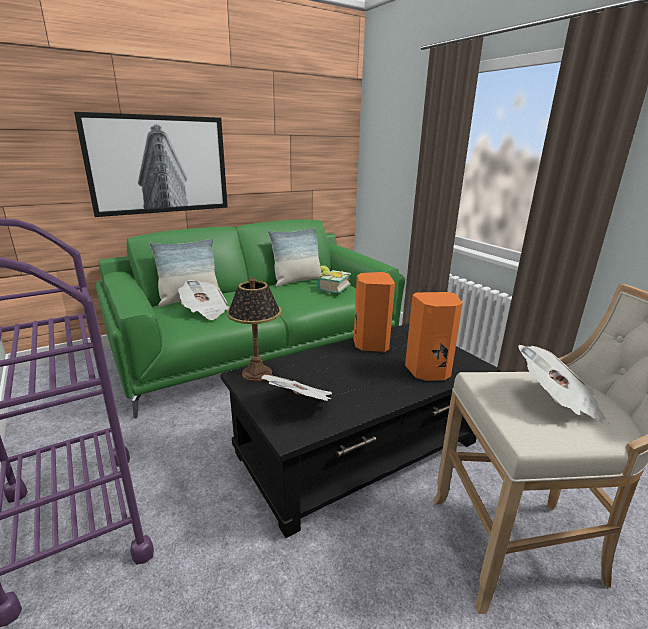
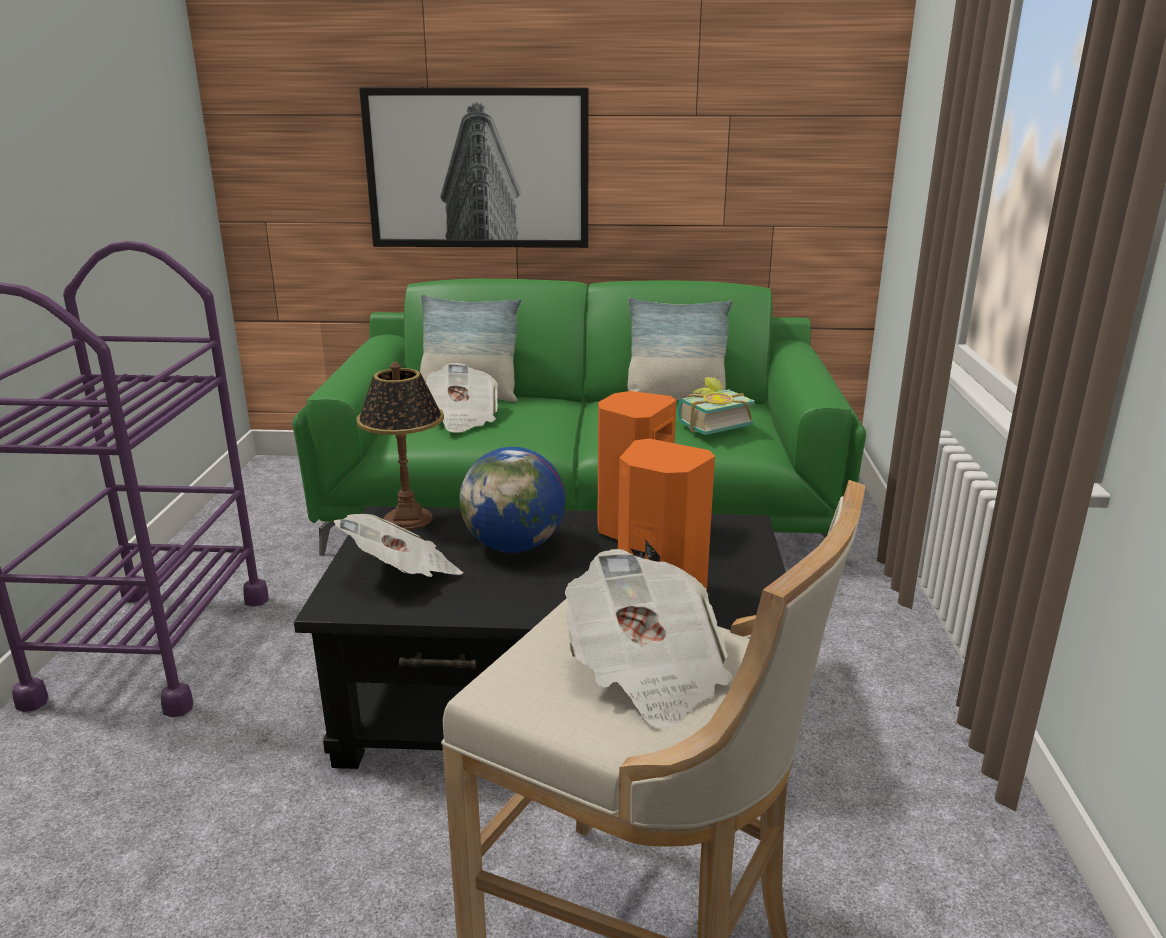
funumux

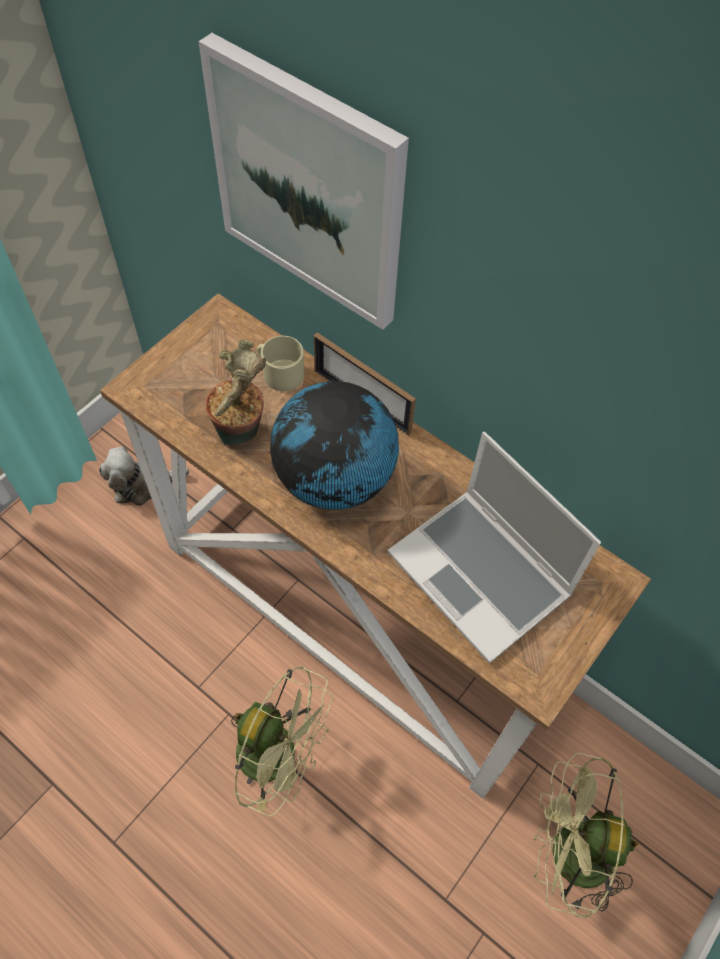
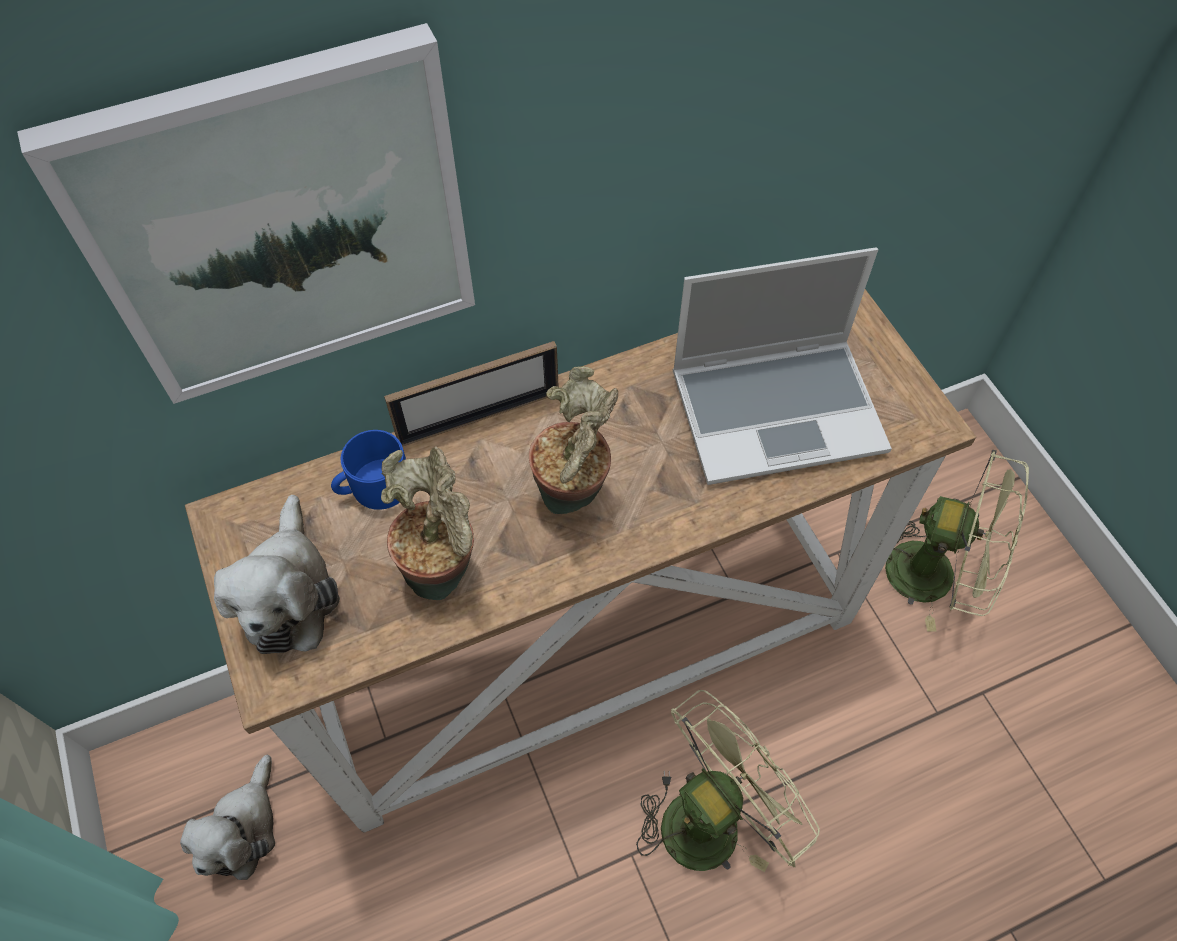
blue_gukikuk
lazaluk (2nd from left)
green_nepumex (2nd from left)
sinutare (2nd from left)

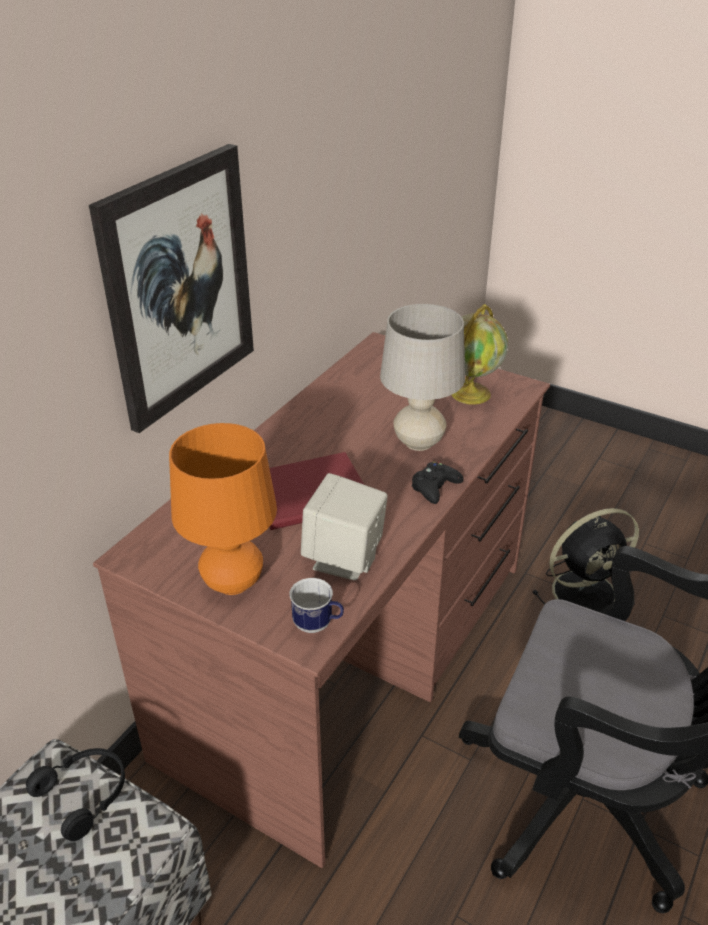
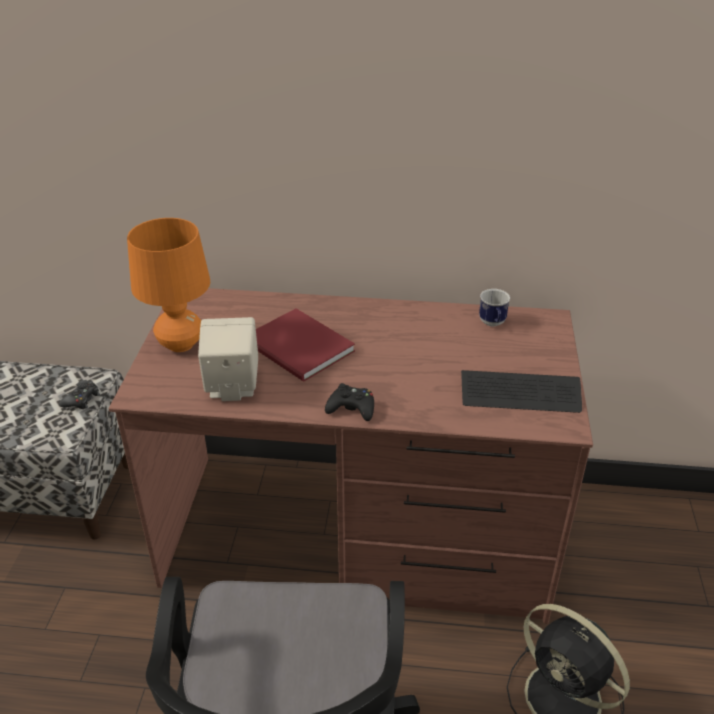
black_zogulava (1st from left)
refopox
gukikuk
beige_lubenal
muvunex

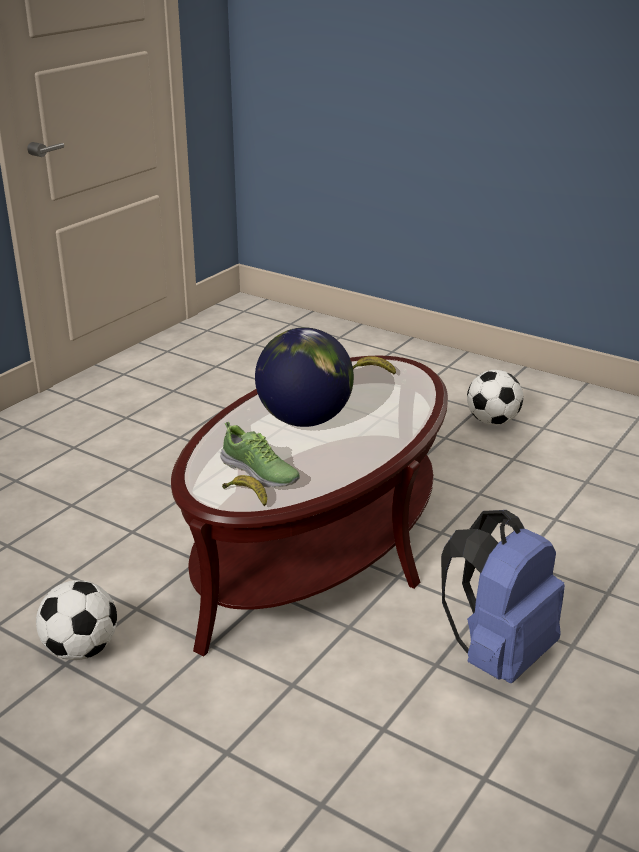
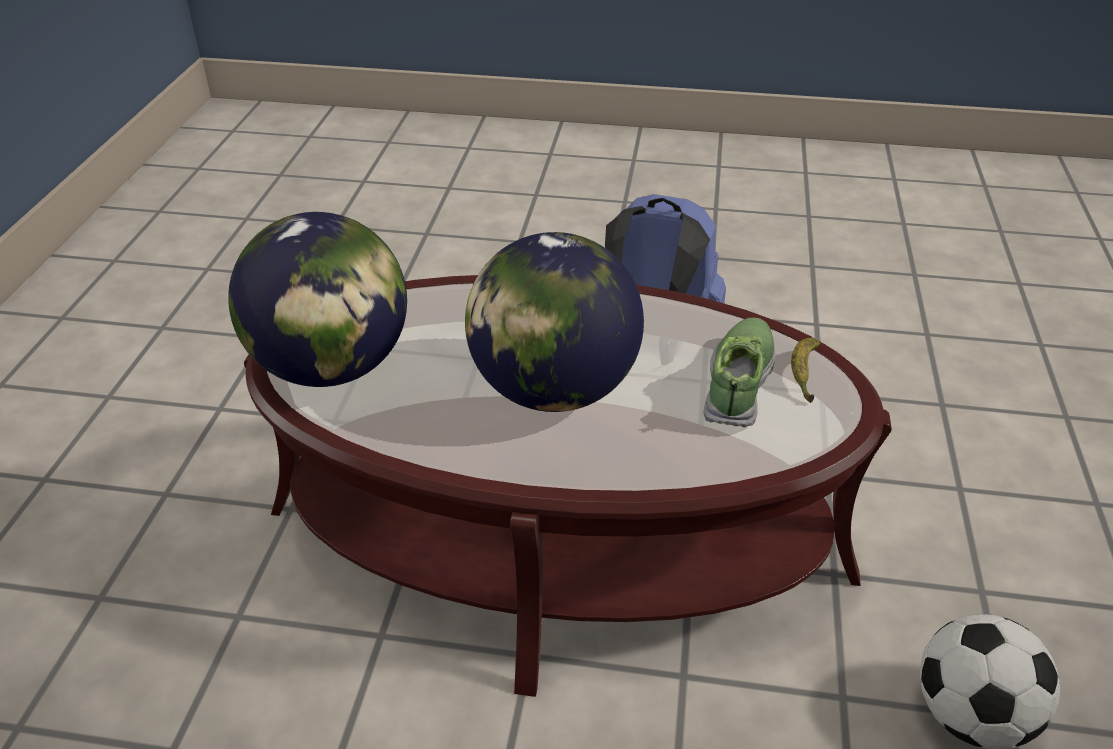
funumux (1st from left)
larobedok (2nd from left in the first image)

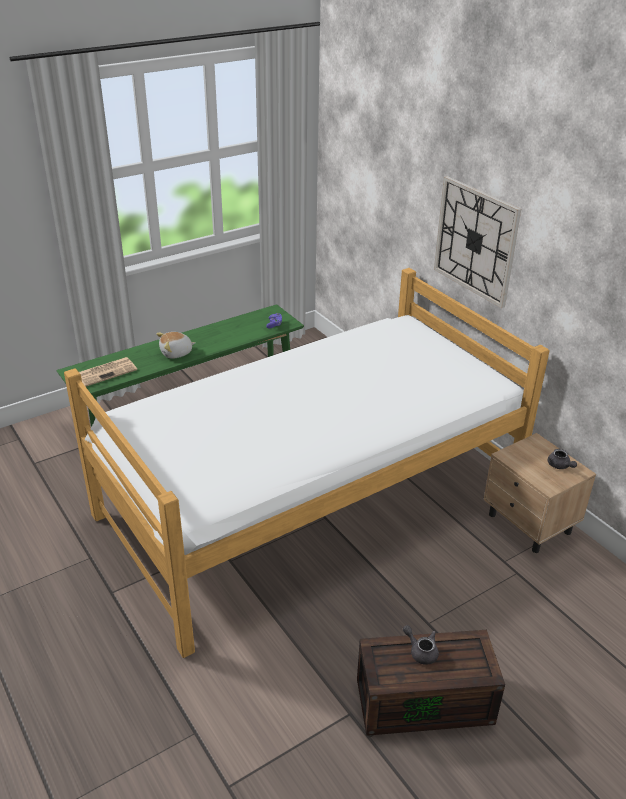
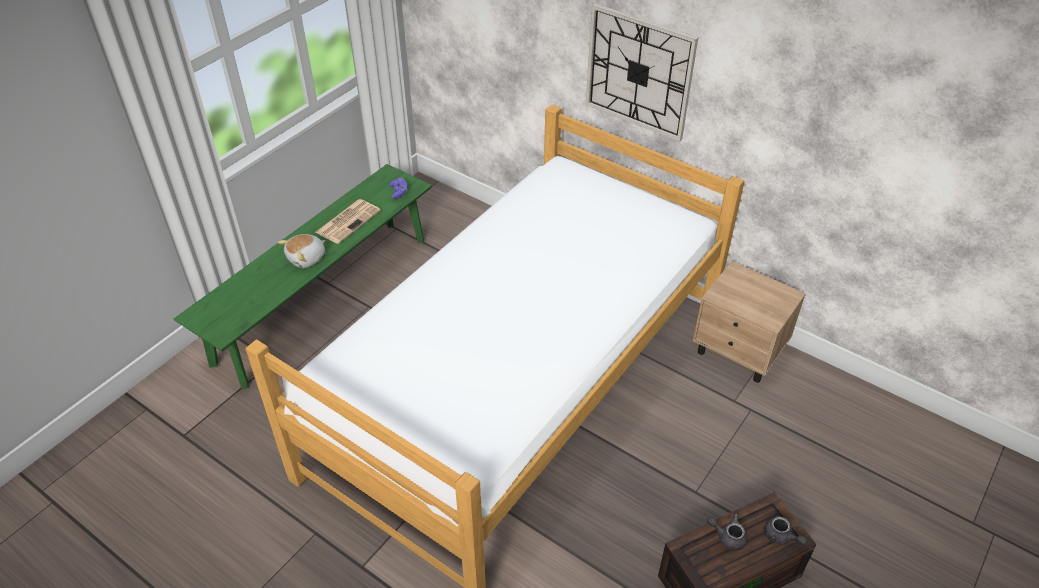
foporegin
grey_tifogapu (2nd from left)

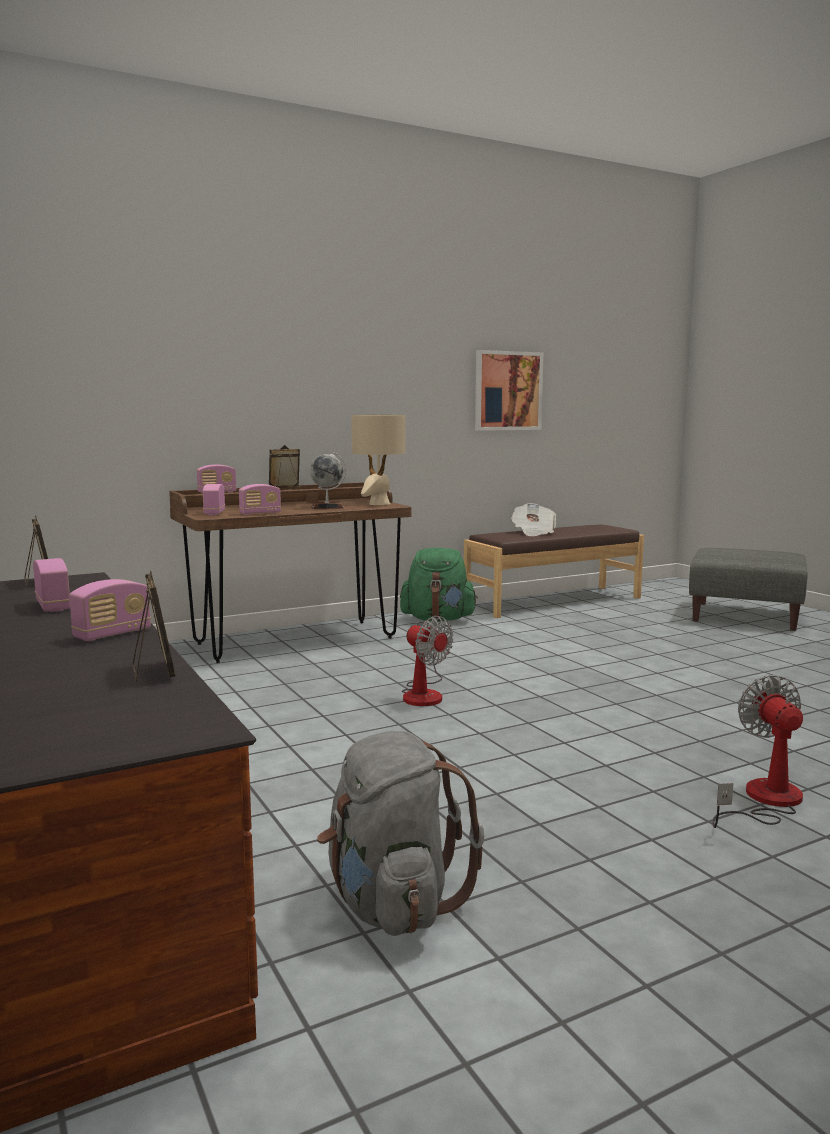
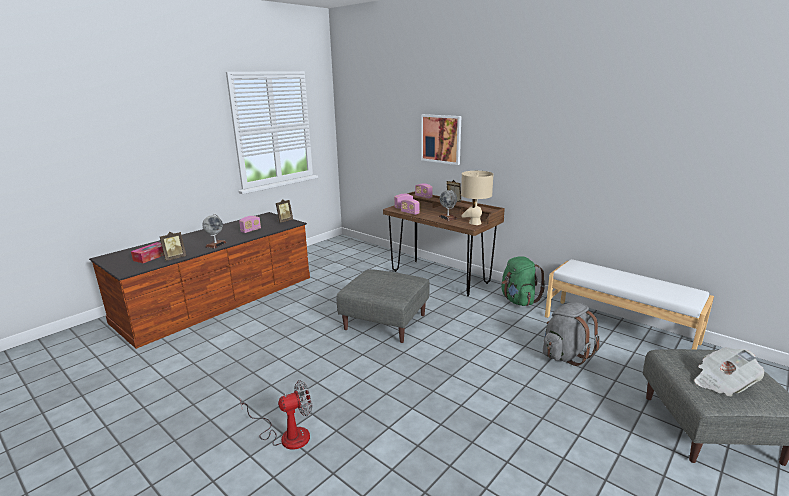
funumux (1st from left)
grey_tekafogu
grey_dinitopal (1st from left)
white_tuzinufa
refopox
foporegin
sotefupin

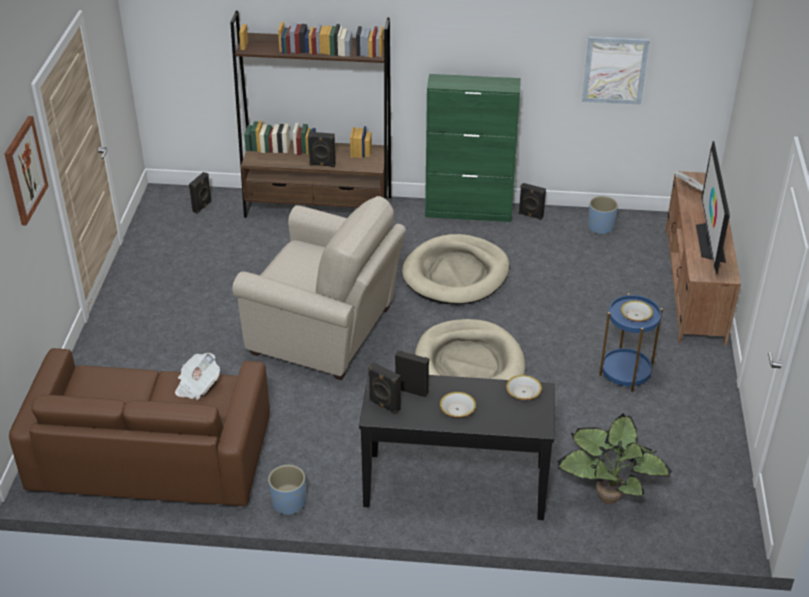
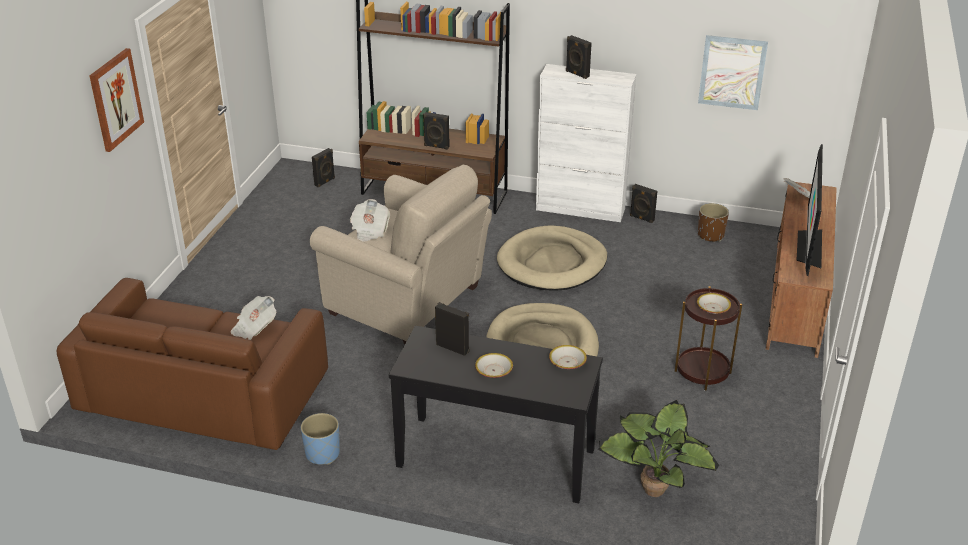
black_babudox (4th from left)
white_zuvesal
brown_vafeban
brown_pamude
foporegin (2nd from left)

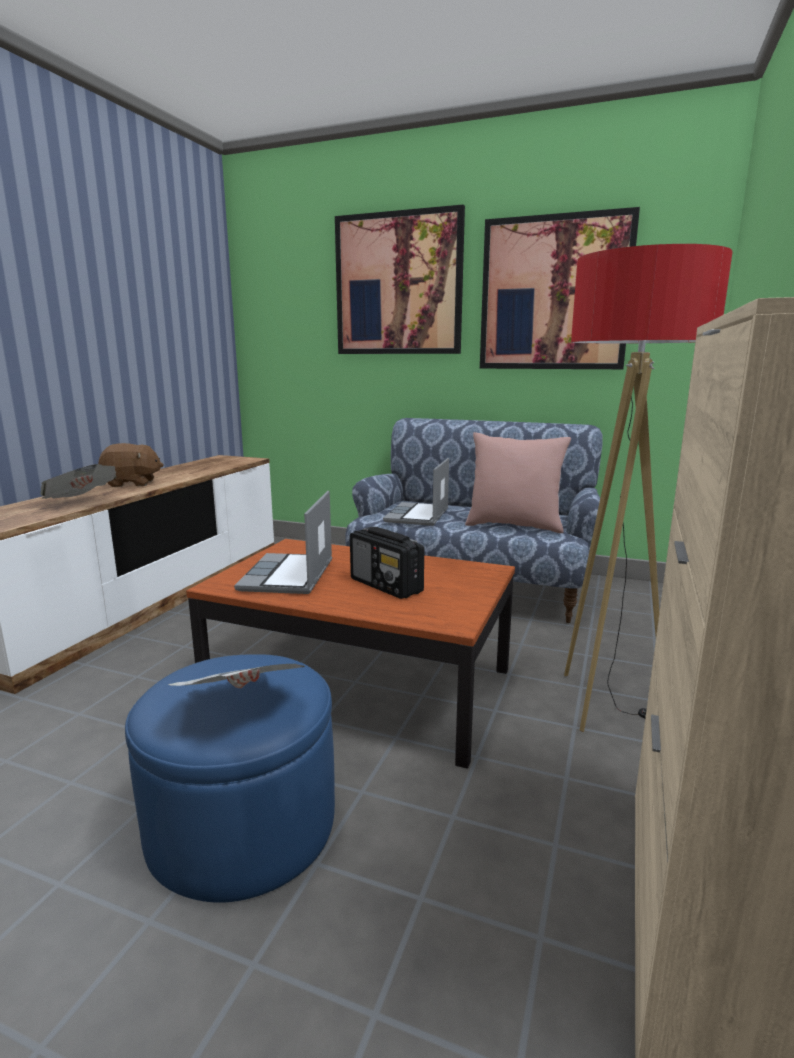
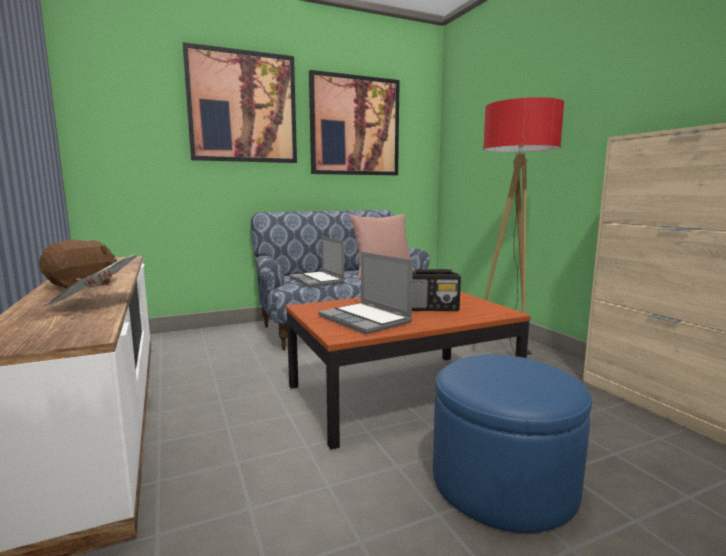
foporegin (2nd from left in the first image)

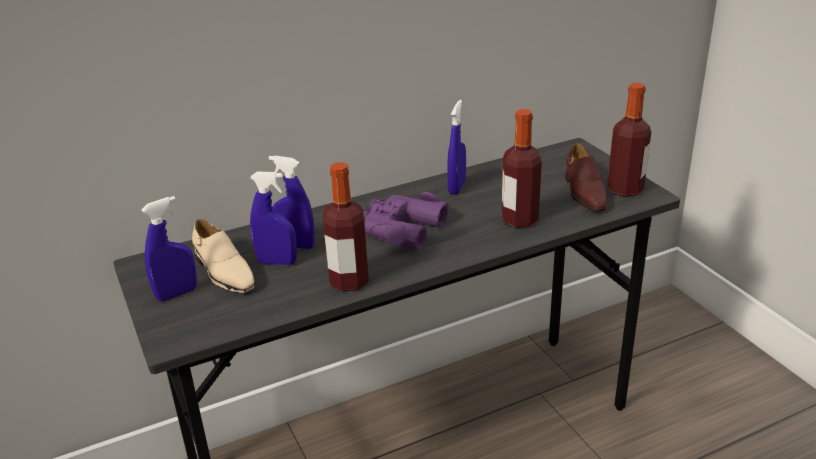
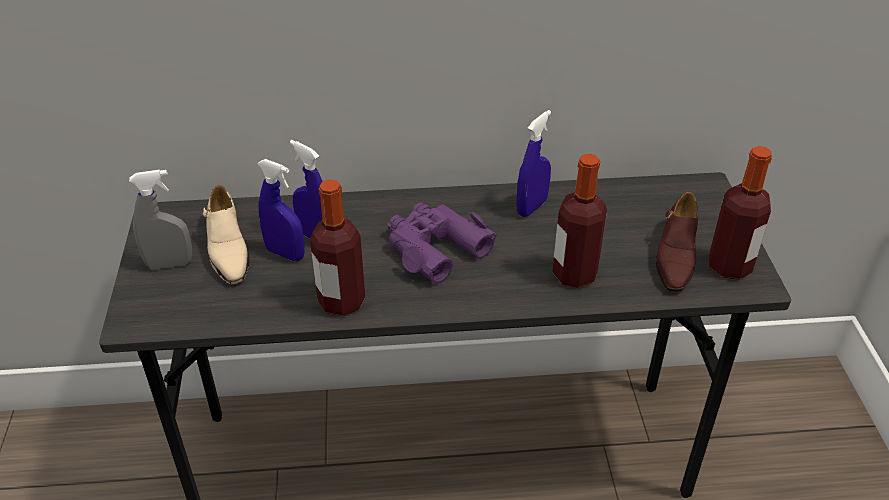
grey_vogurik

